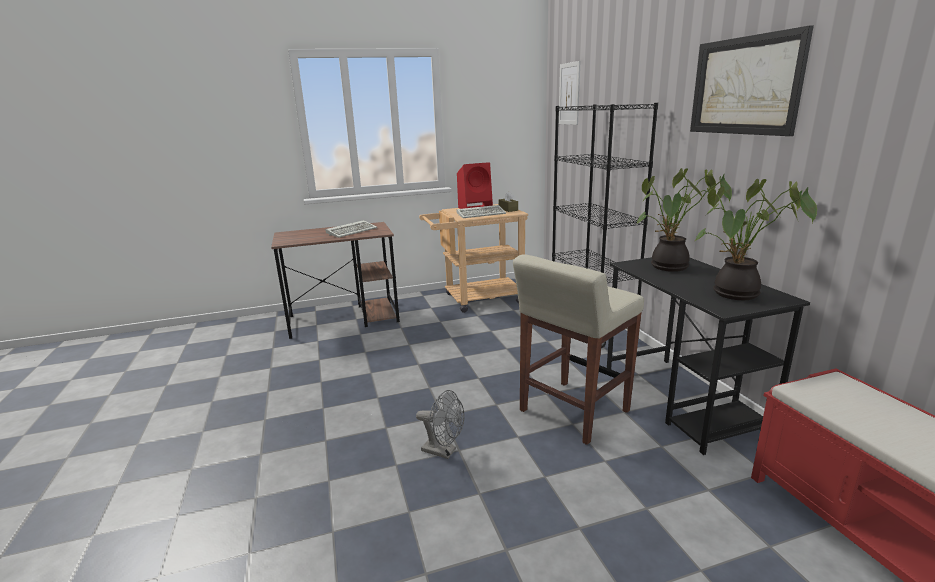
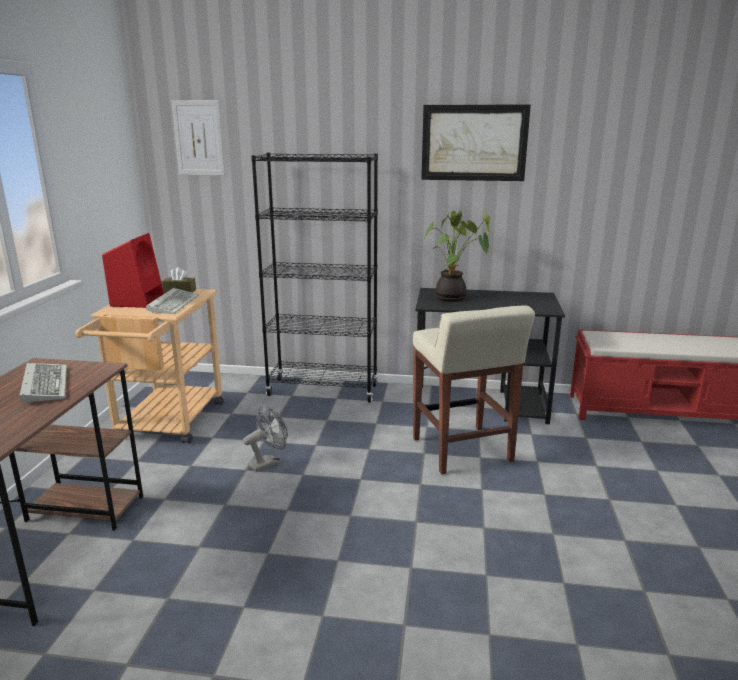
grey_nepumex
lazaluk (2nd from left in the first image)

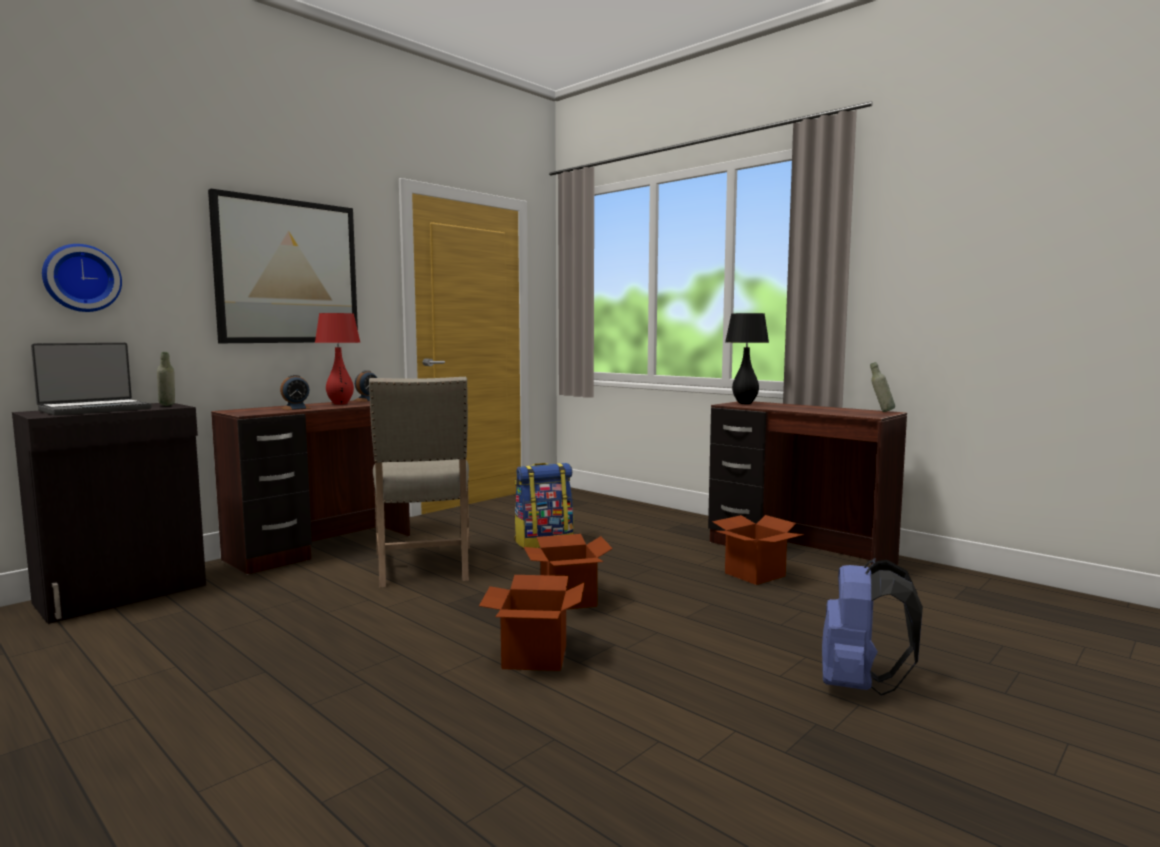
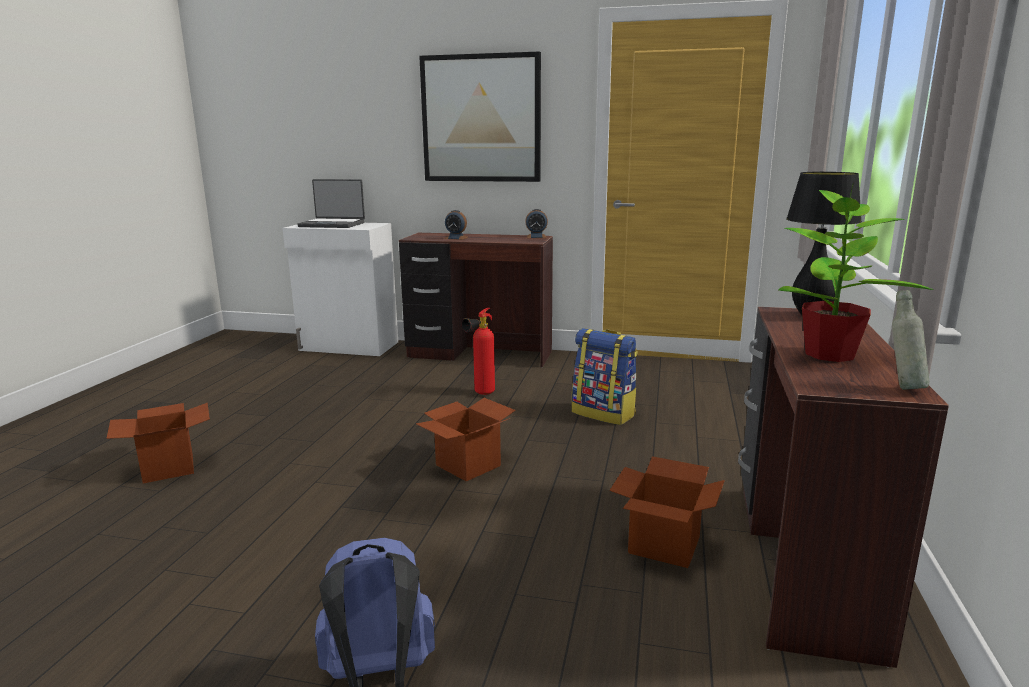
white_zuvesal
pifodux
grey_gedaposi (1st from left in the first image)
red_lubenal
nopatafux
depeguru (1st from left)
lazaluk

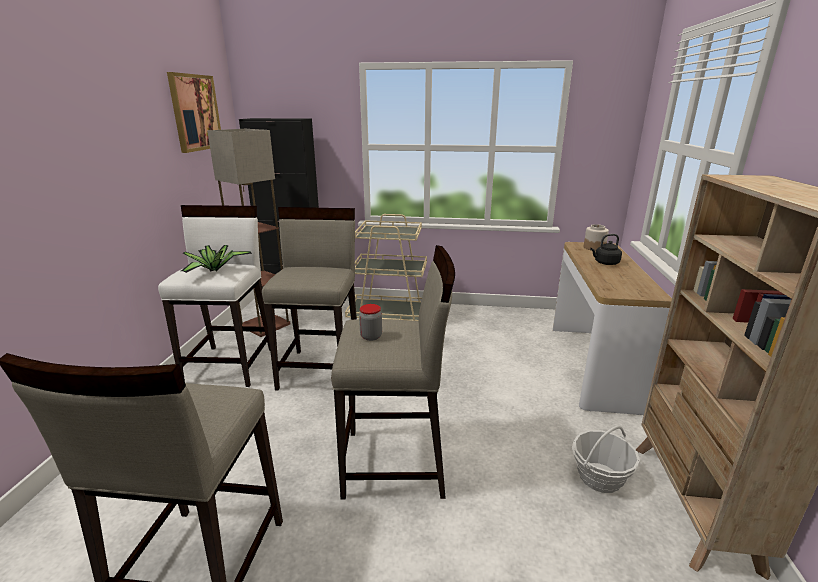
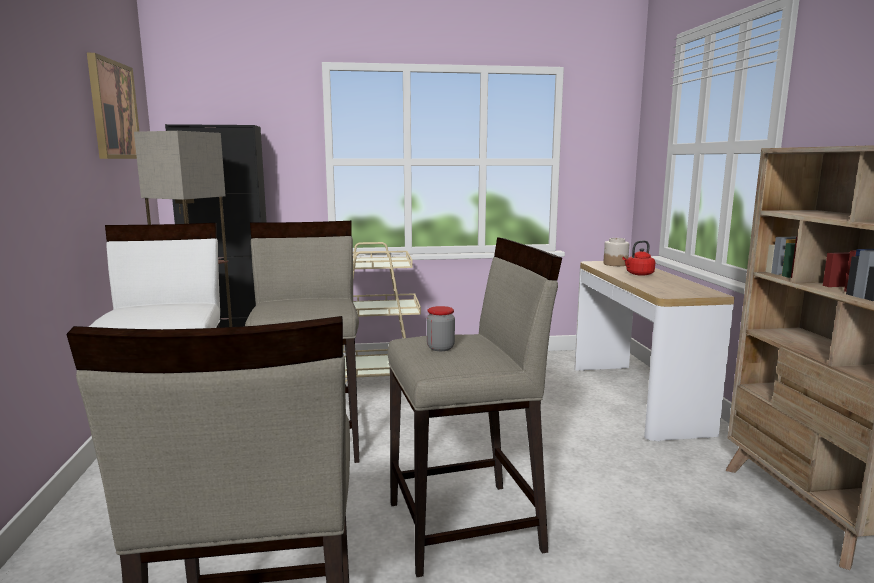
lazaluk
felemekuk
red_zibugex

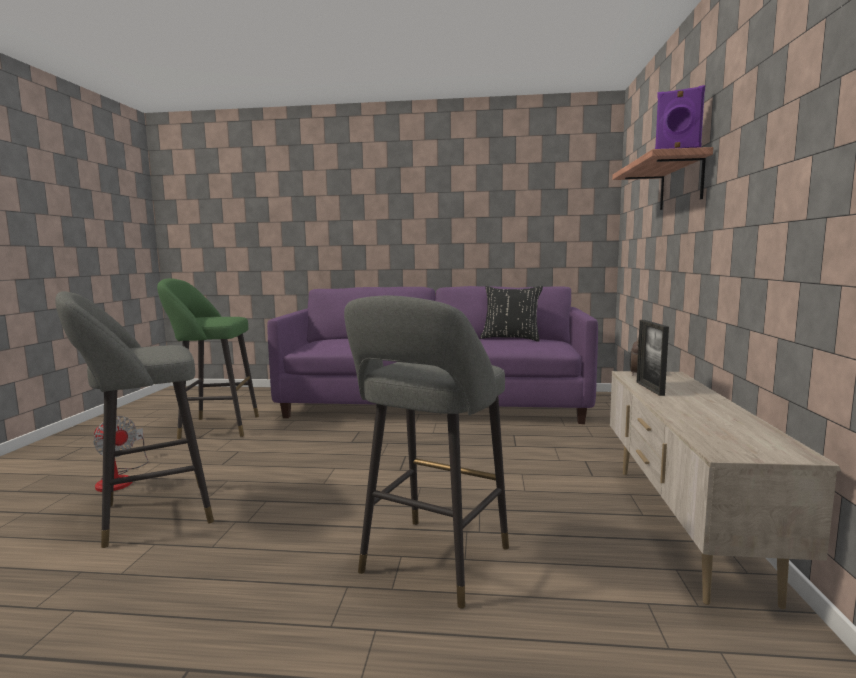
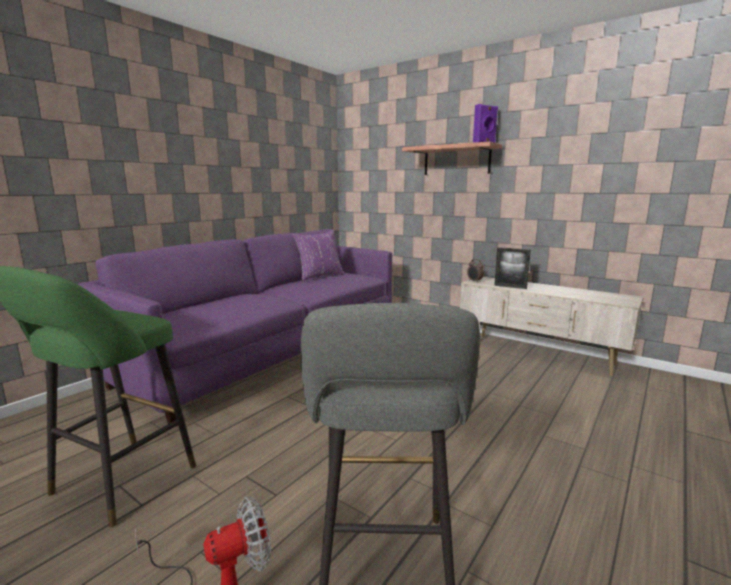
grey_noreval (2nd from left in the first image)
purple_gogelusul

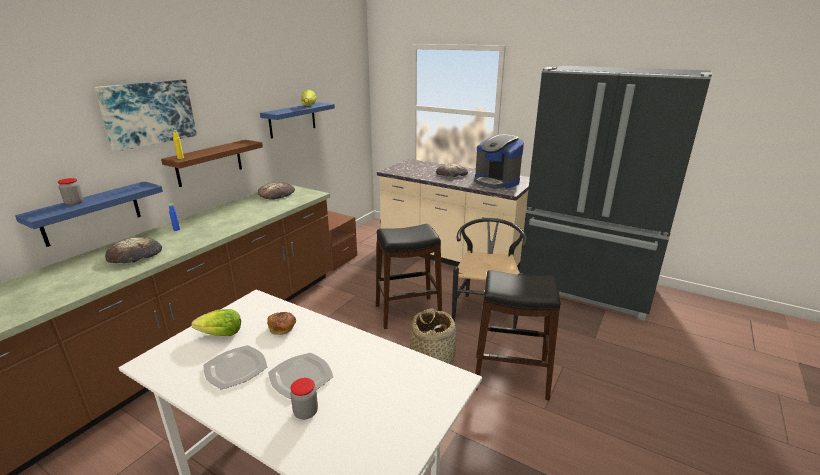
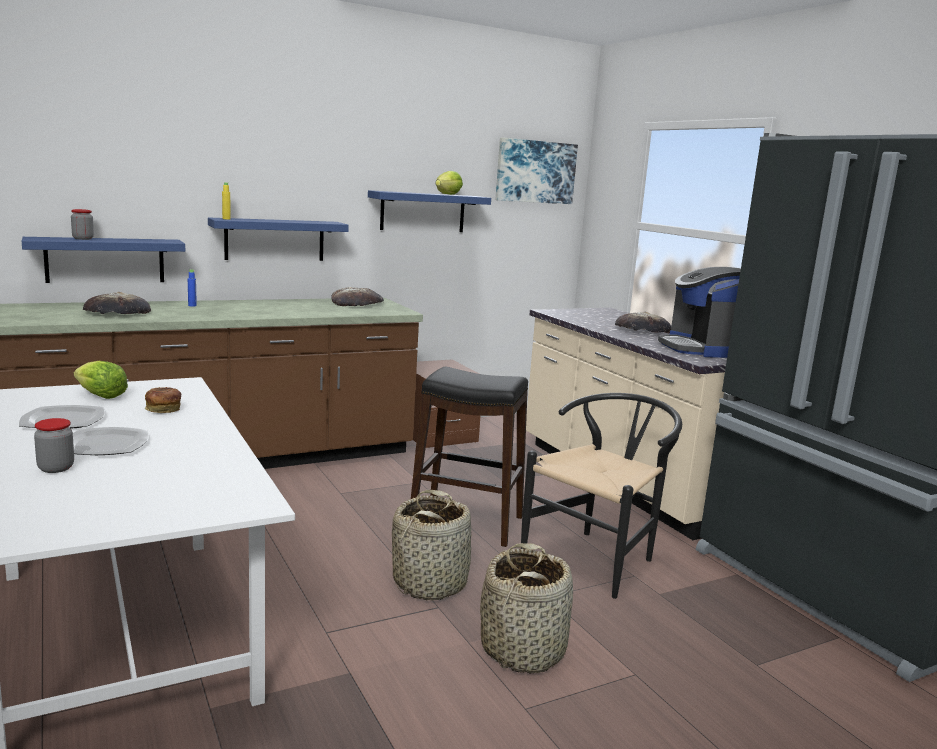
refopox
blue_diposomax (2nd from left)
felemekuk (2nd from left)

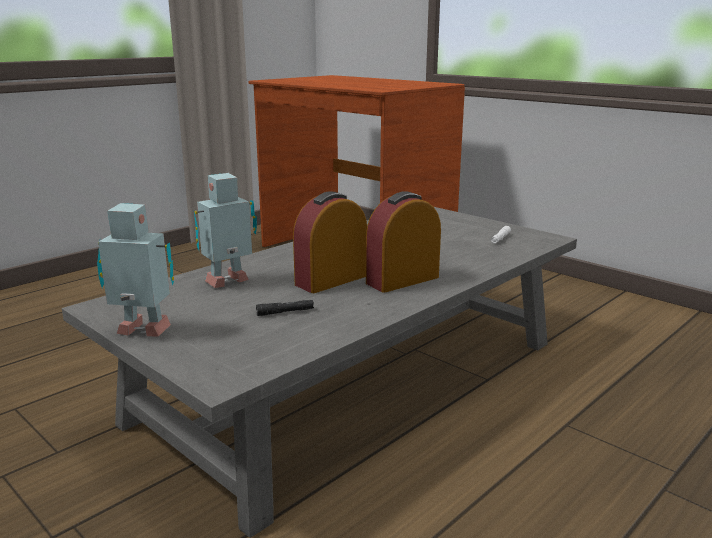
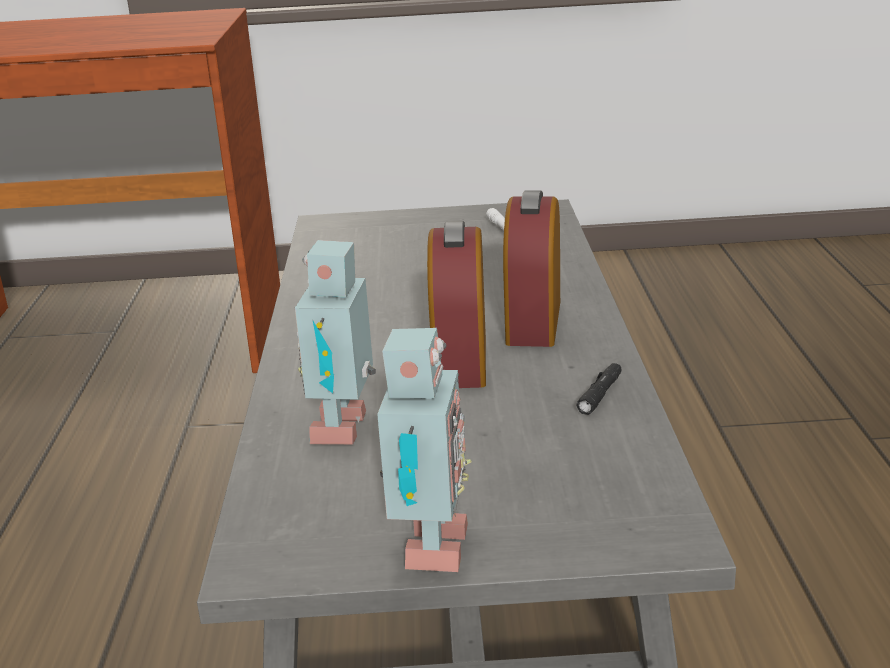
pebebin (2nd from left)
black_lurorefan

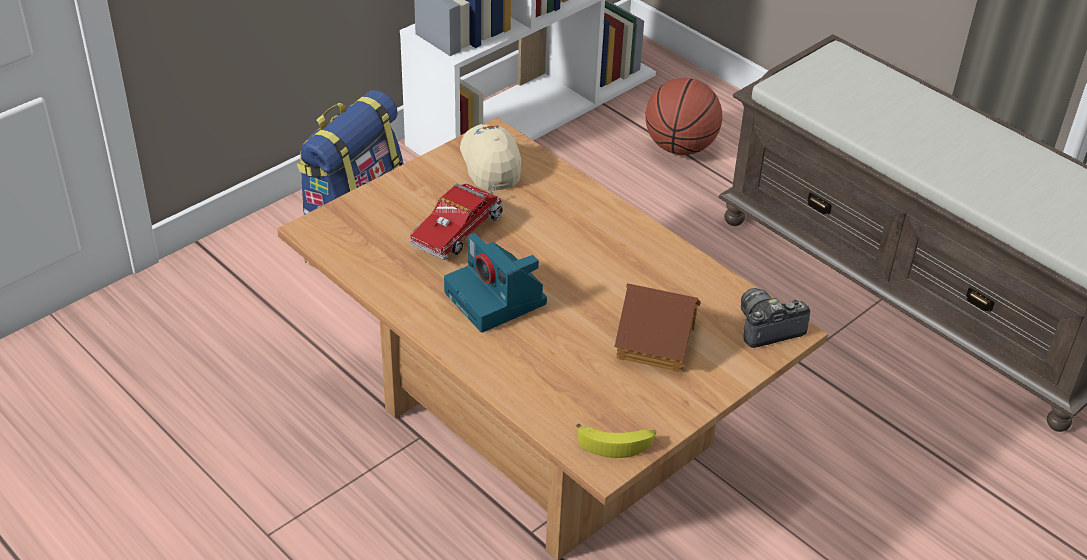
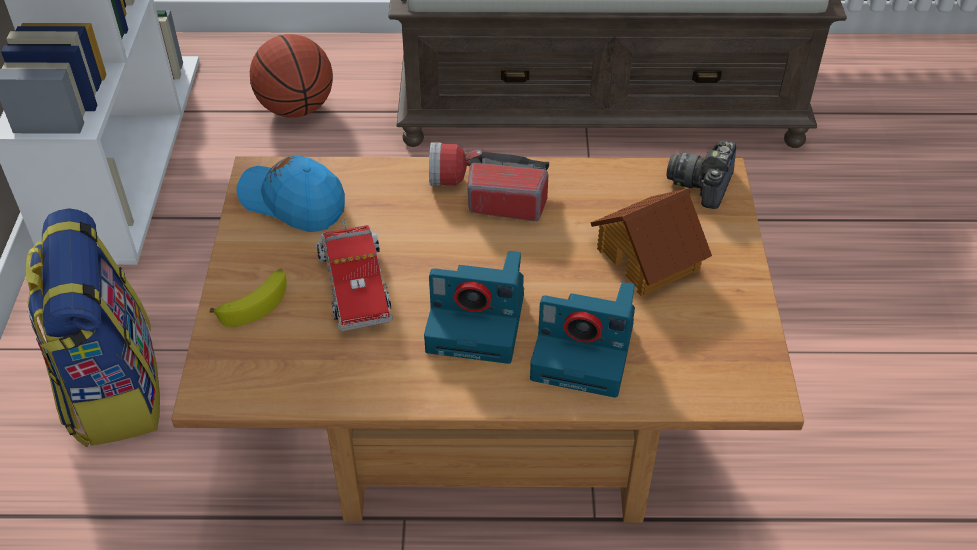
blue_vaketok
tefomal
lurorefan
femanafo (2nd from left)

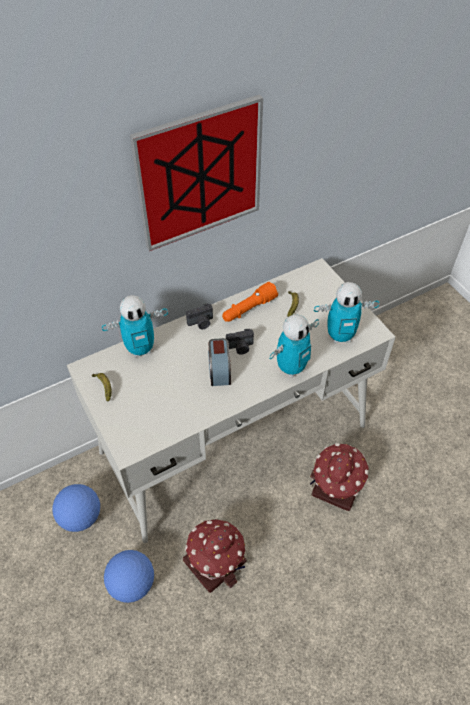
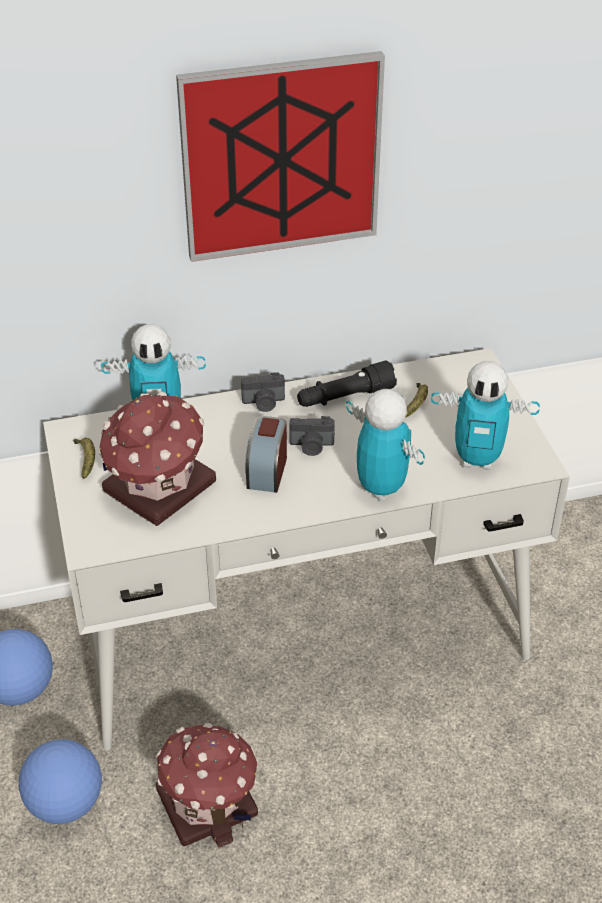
black_lurorefan
pebebin (2nd from left)
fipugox (1st from left)

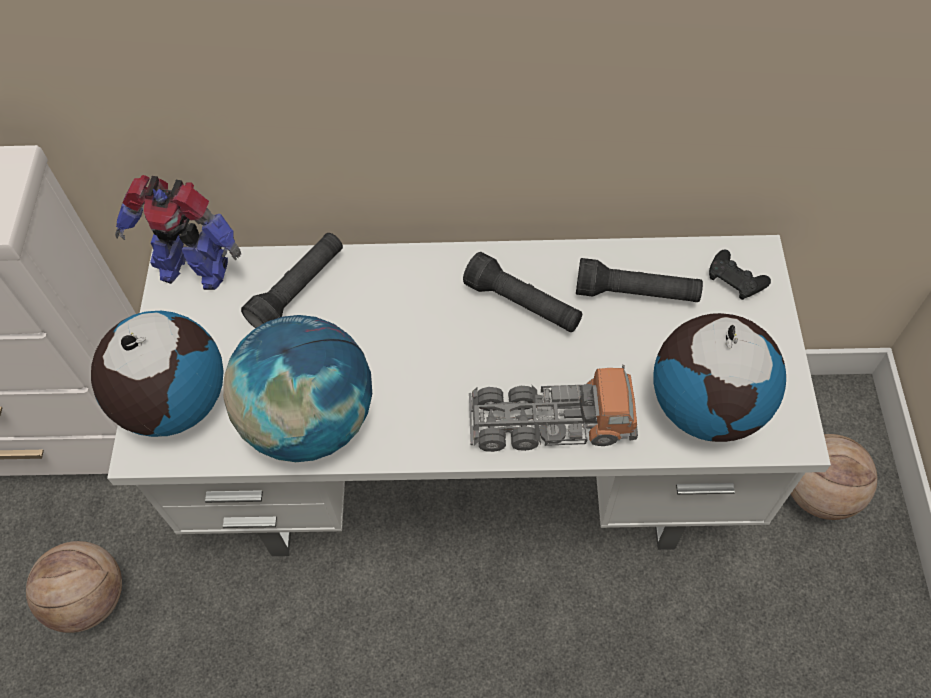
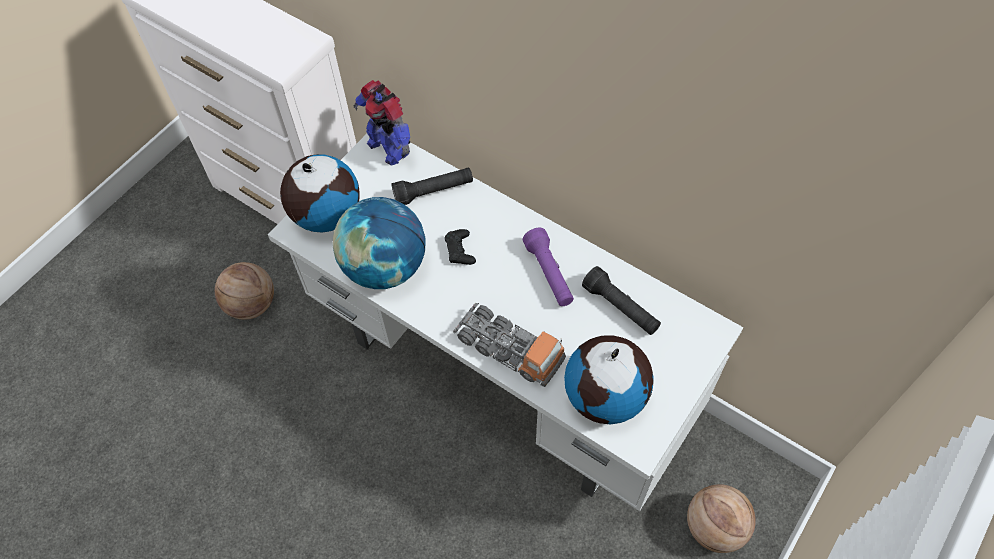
purple_lurorefan
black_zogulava

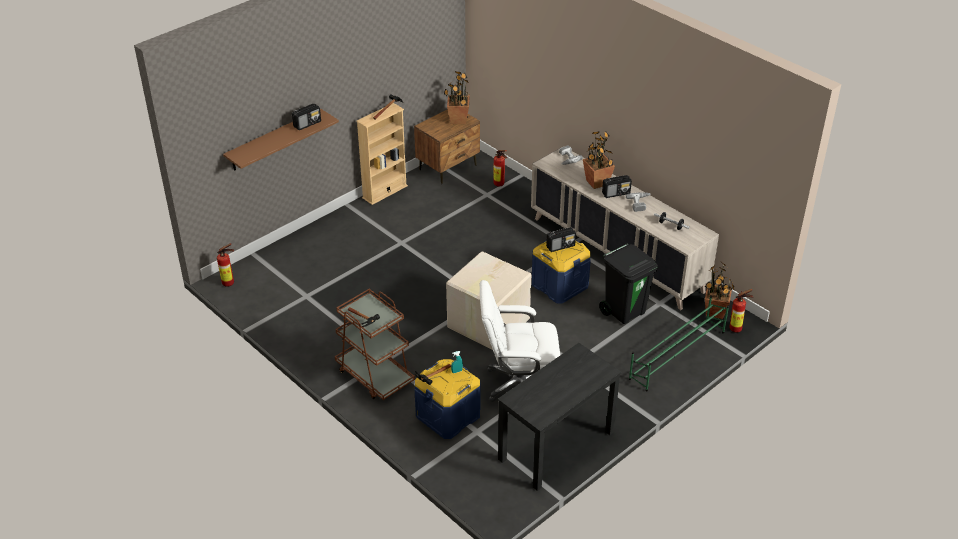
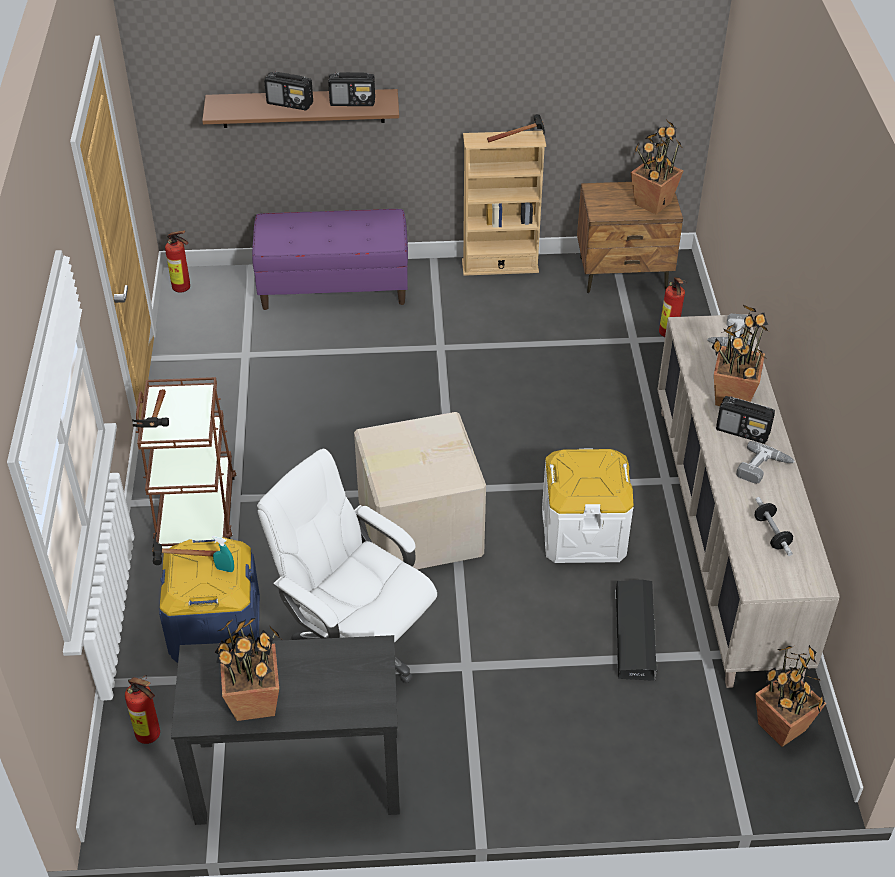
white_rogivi
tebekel (1st from left)
black_rogivi
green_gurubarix
nopatafux (1st from left)
lazaluk (1st from left)
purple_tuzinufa

